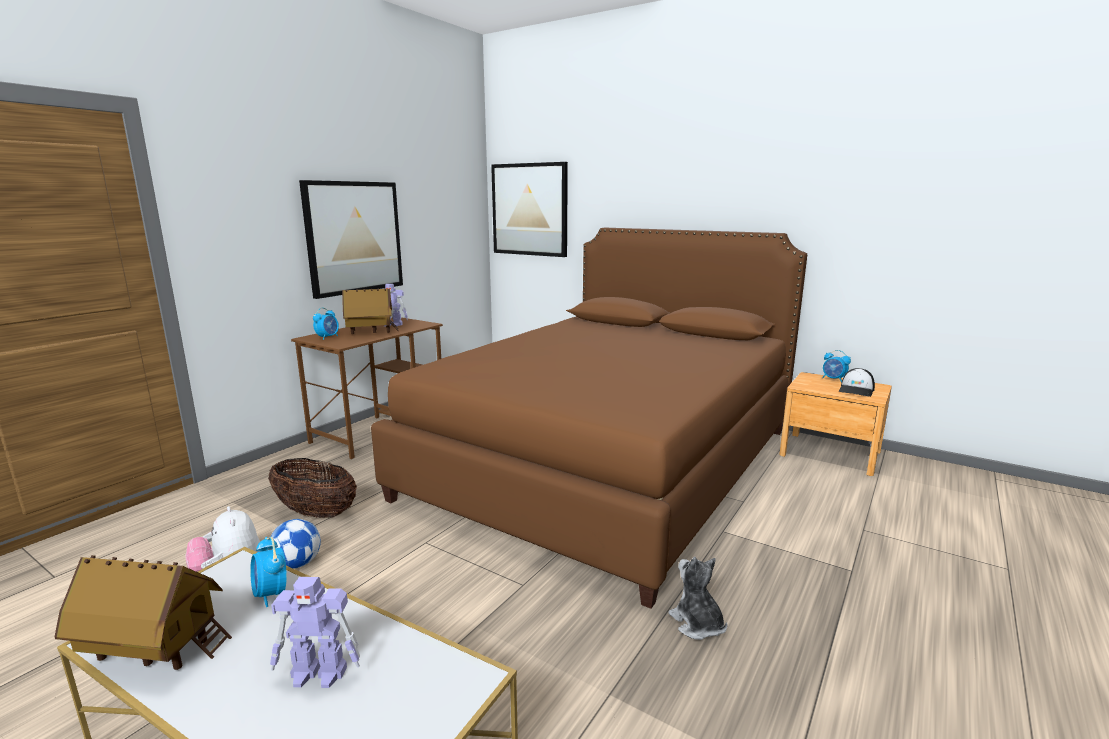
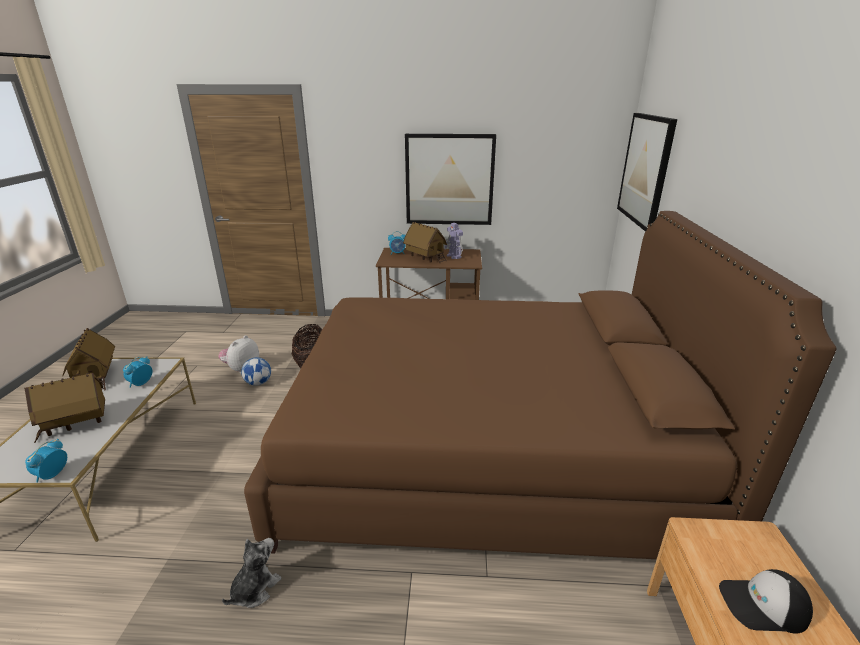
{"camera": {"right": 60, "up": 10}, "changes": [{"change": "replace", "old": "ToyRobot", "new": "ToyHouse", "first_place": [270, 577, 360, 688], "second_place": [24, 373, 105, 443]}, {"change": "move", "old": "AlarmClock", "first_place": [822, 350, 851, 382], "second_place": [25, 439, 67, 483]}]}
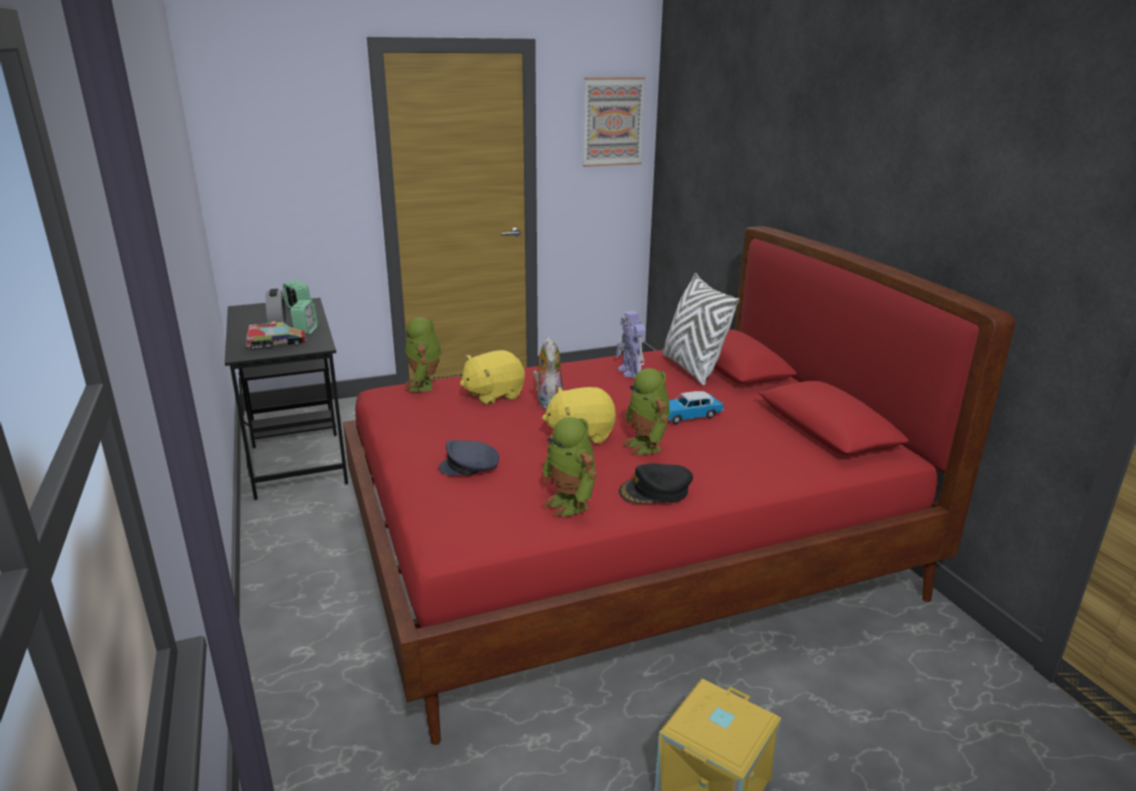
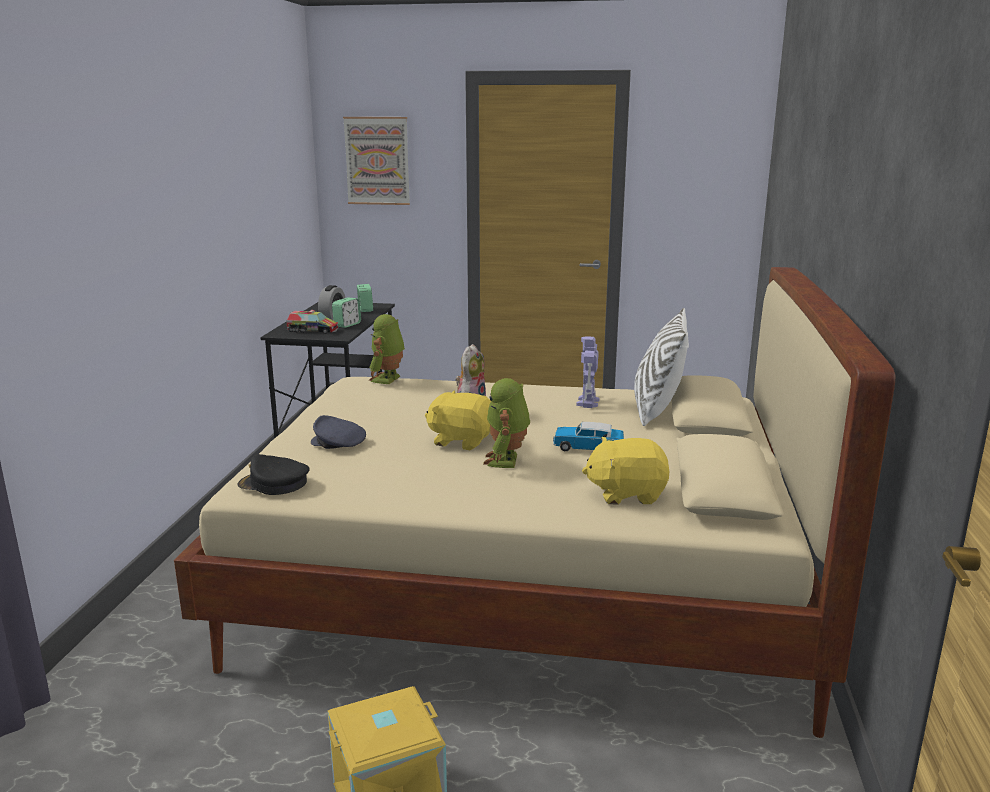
{"camera": {"right": 30, "up": -5}, "changes": [{"change": "recolor", "old": "RedBed", "new": "BeigeBed", "first_place": [343, 226, 1015, 745], "second_place": [174, 267, 896, 738]}, {"change": "move", "old": "BlackCap", "first_place": [619, 463, 693, 504], "second_place": [237, 454, 310, 495]}, {"change": "move", "old": "Picture", "first_place": [583, 77, 645, 167], "second_place": [343, 117, 410, 205]}, {"change": "move", "old": "YellowPlushToy", "first_place": [460, 350, 525, 405], "second_place": [582, 437, 669, 505]}, {"change": "delete", "old": "ToyRobot", "first_place": [542, 417, 597, 517]}]}
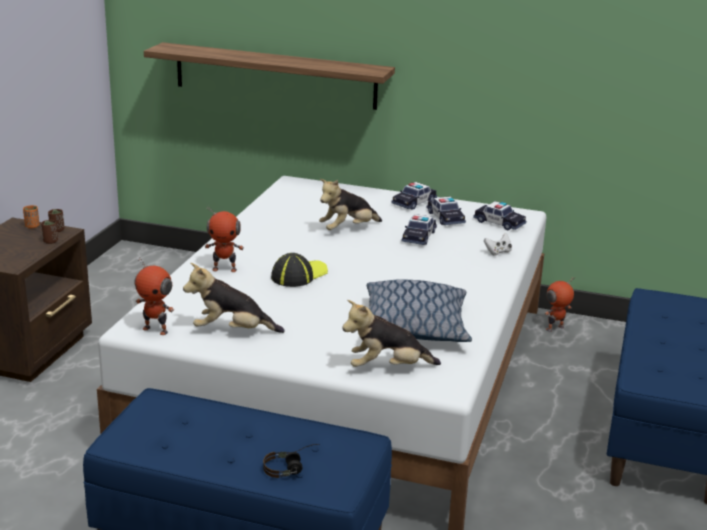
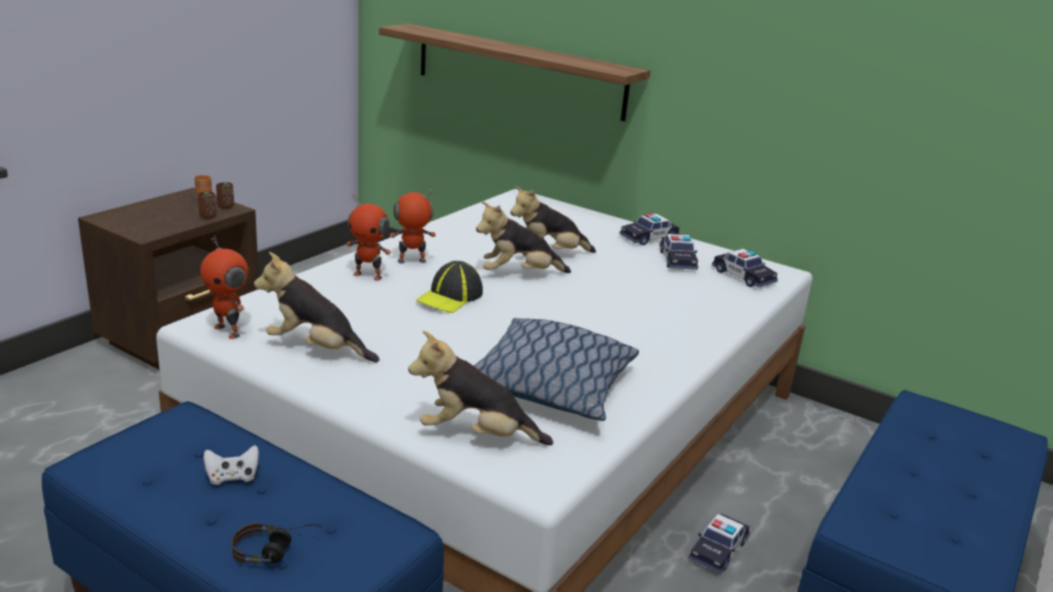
{"camera": {"right": 15, "up": 0}, "changes": [{"change": "move", "old": "WhiteGameController", "first_place": [484, 233, 512, 256], "second_place": [203, 445, 259, 485]}, {"change": "move", "old": "ToyRobot", "first_place": [545, 277, 575, 332], "second_place": [390, 189, 436, 263]}, {"change": "rotate", "old": "Cap", "first_place": [271, 253, 328, 287], "second_place": [416, 261, 483, 313], "degrees": 150}, {"change": "insert", "new": "PlushToy", "second_place": [476, 201, 571, 273]}, {"change": "move", "old": "ToyCar", "first_place": [401, 214, 437, 245], "second_place": [688, 514, 750, 574]}]}
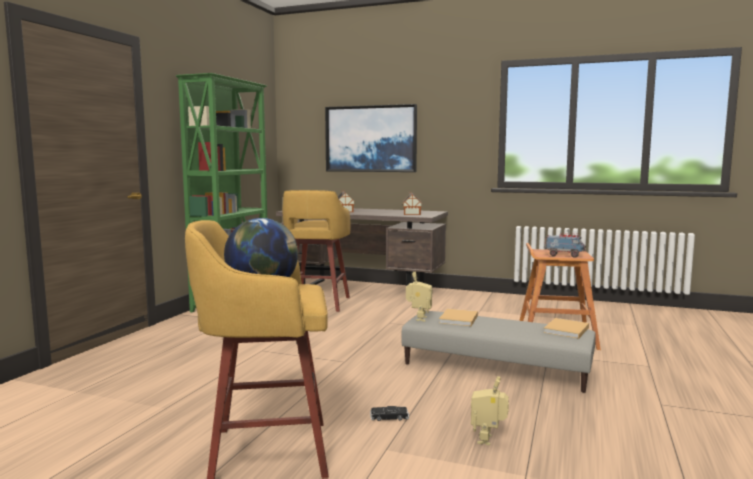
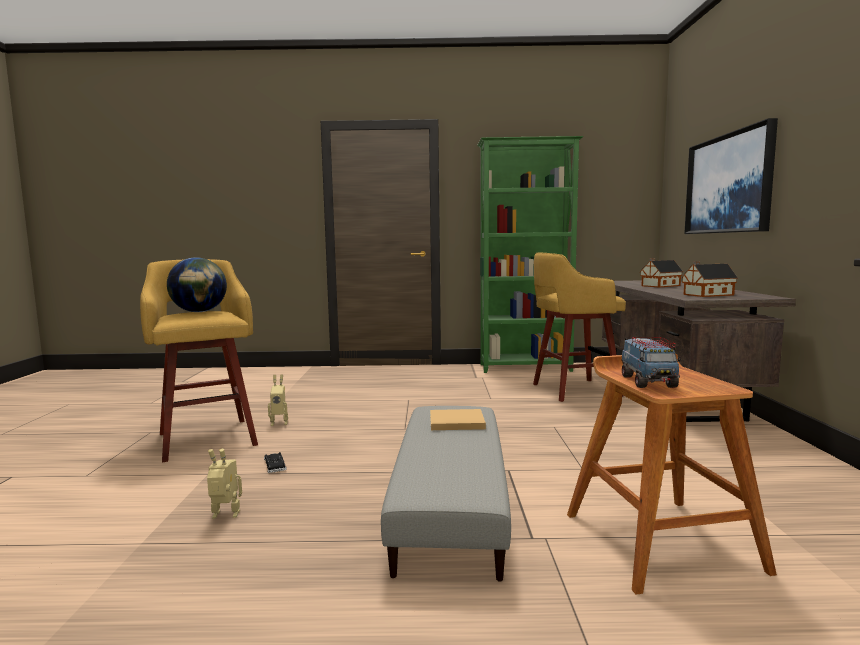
{"camera": {"right": 70, "up": 0}, "changes": [{"change": "move", "old": "ToyRobot", "first_place": [406, 271, 432, 321], "second_place": [268, 374, 288, 426]}, {"change": "delete", "old": "BeigeBook", "first_place": [543, 318, 589, 339]}]}
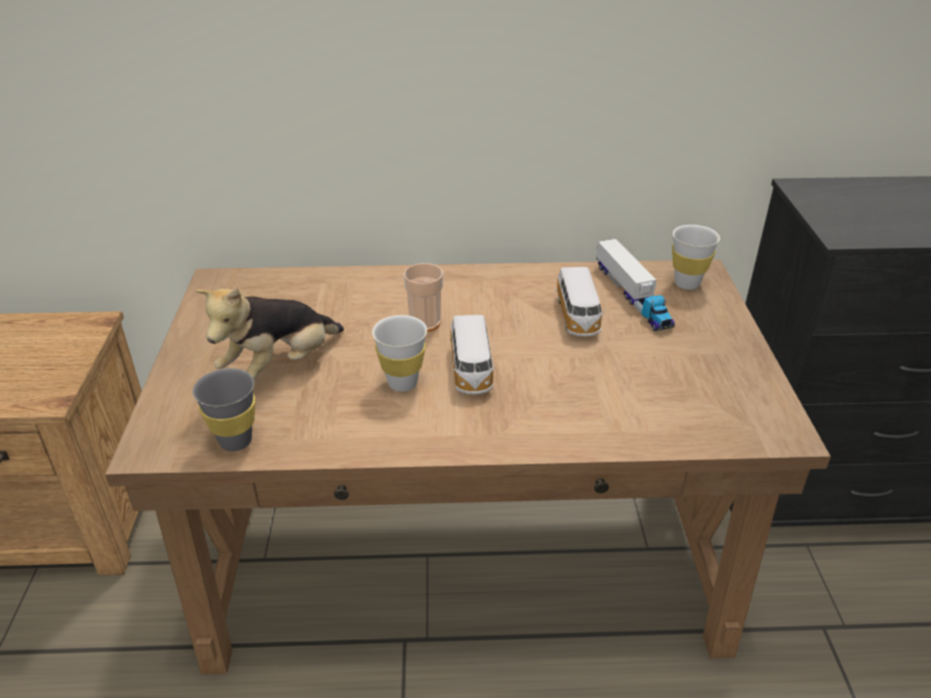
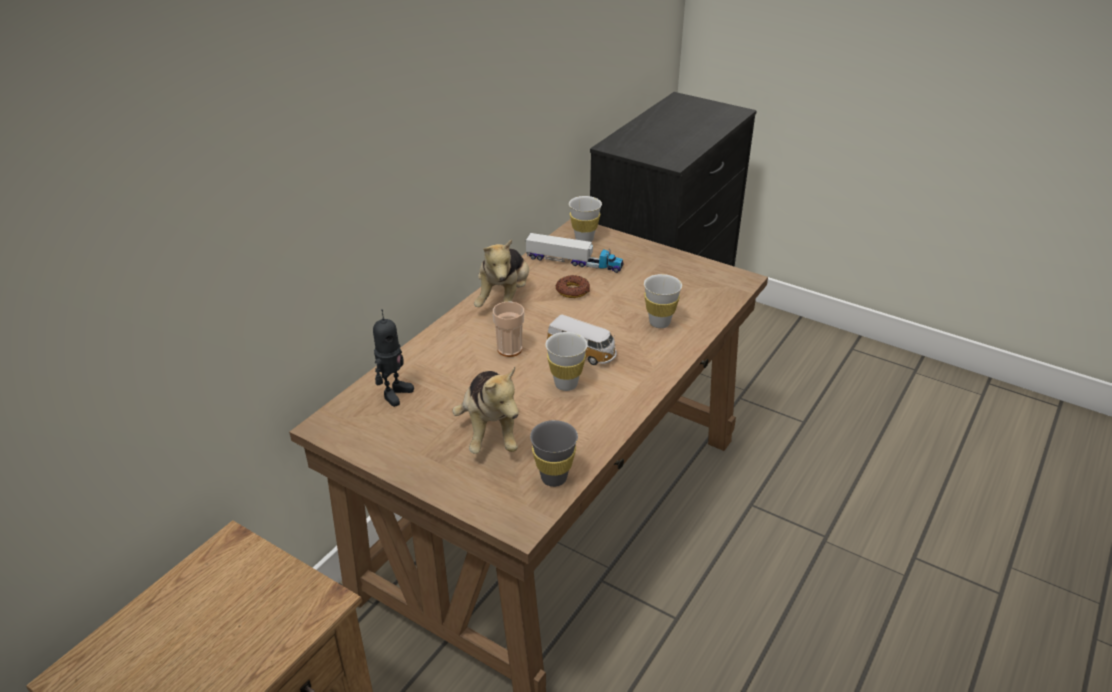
{"camera": {"right": -55, "up": 0}, "changes": [{"change": "insert", "new": "ToyRobot", "second_place": [373, 309, 414, 407]}, {"change": "insert", "new": "PlushToy", "second_place": [474, 239, 529, 307]}, {"change": "replace", "old": "ToyCar", "new": "Donut", "first_place": [556, 267, 605, 337], "second_place": [556, 275, 590, 298]}, {"change": "insert", "new": "WhiteCup", "second_place": [644, 274, 682, 328]}]}
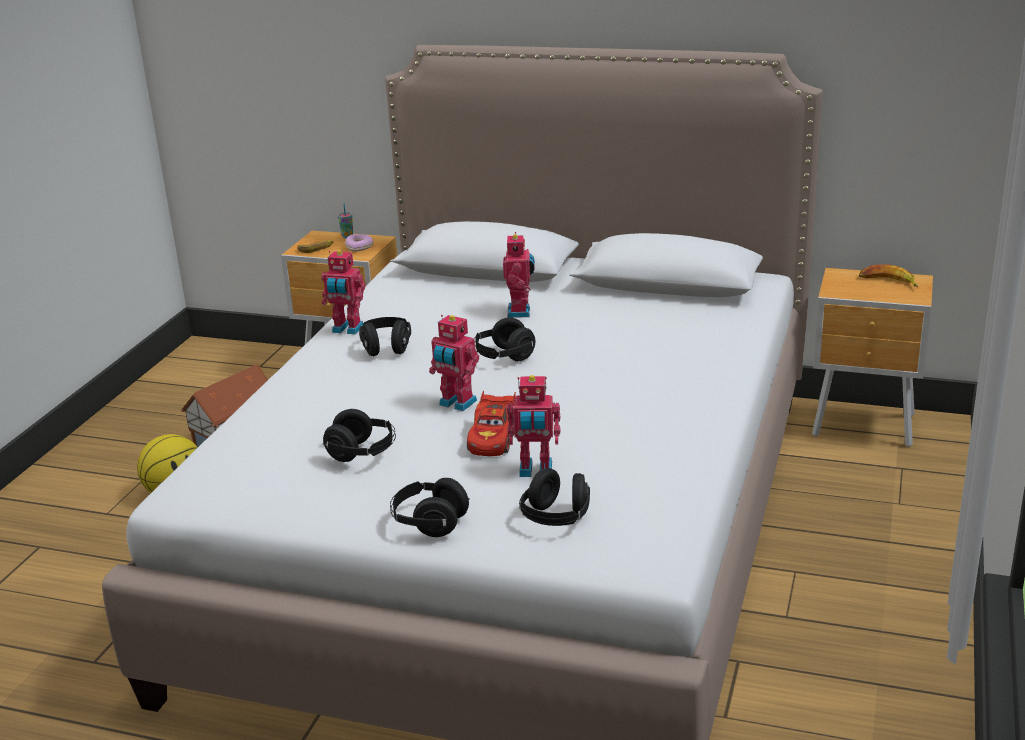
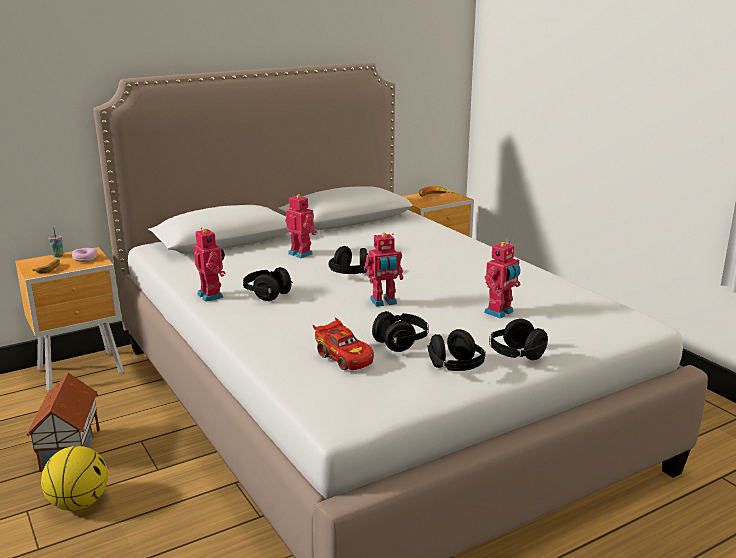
{"camera": {"right": -50, "up": -5}, "changes": [{"change": "rotate", "old": "ToyRobot", "first_place": [321, 250, 365, 335], "second_place": [193, 227, 225, 302], "degrees": -90}, {"change": "move", "old": "RedToyCar", "first_place": [467, 391, 516, 456], "second_place": [313, 318, 374, 370]}, {"change": "move", "old": "BlackHeadphones", "first_place": [519, 468, 590, 526], "second_place": [427, 329, 486, 371]}]}
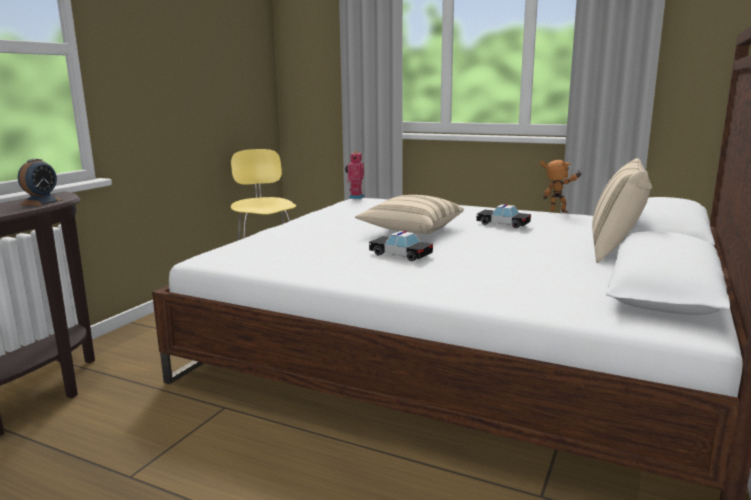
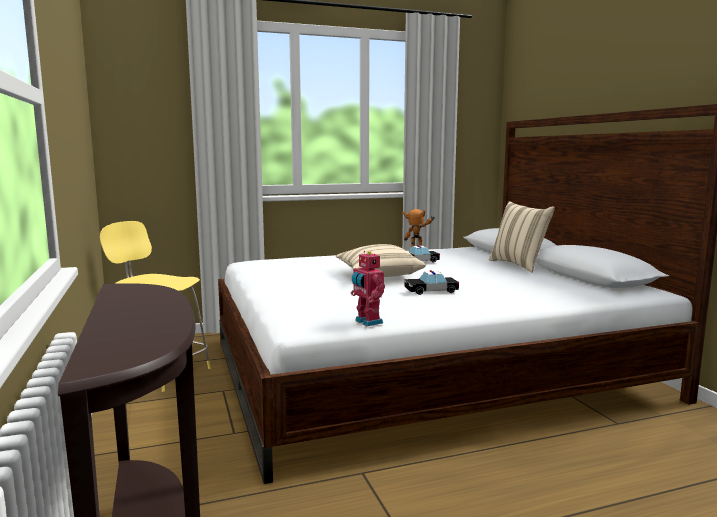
{"camera": {"right": -45, "up": -5}, "changes": [{"change": "move", "old": "ToyRobot", "first_place": [345, 151, 364, 199], "second_place": [351, 251, 385, 326]}, {"change": "delete", "old": "AlarmClock", "first_place": [18, 159, 63, 206]}]}
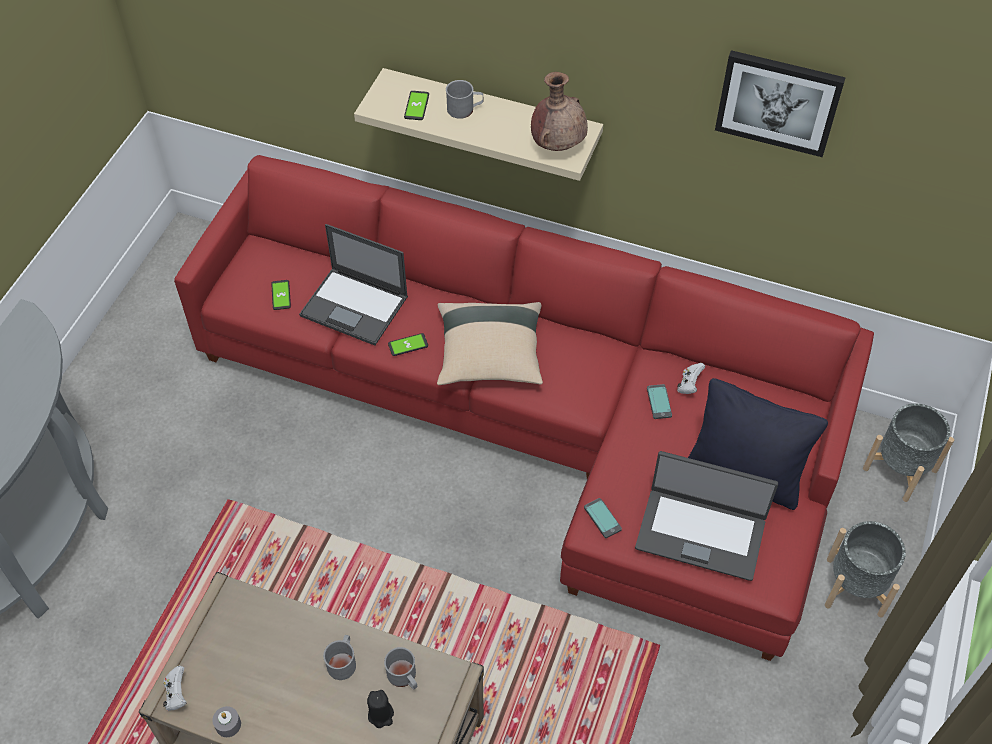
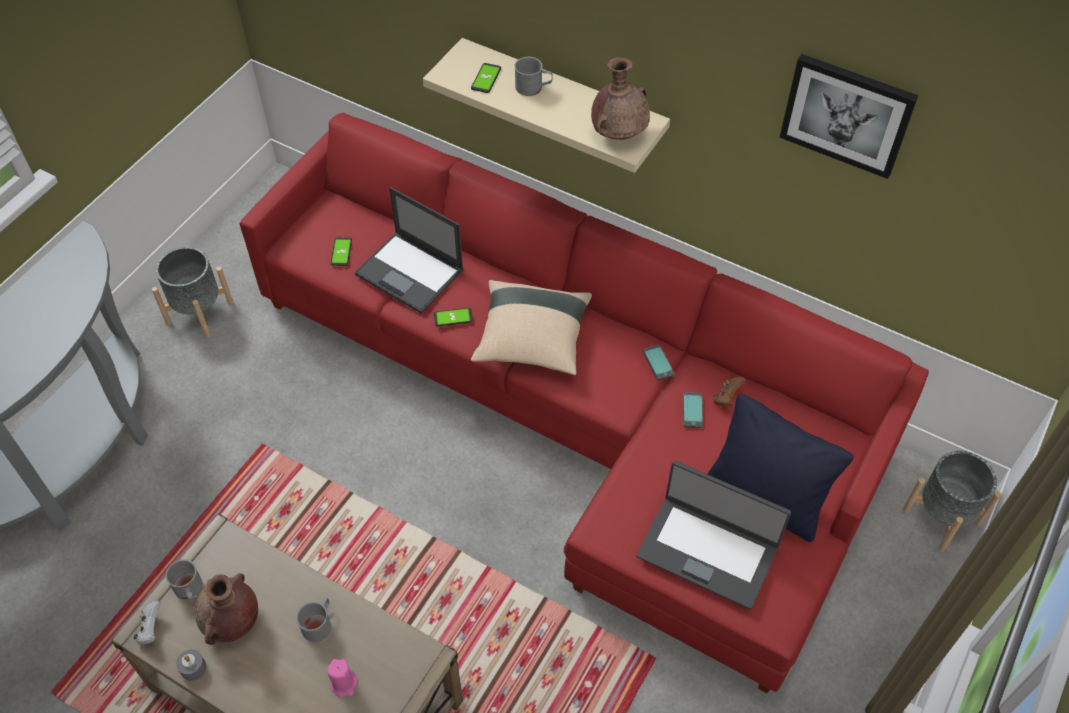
{"camera": {"right": 10, "up": 0}, "changes": [{"change": "move", "old": "GreyPlanter", "first_place": [825, 521, 906, 618], "second_place": [152, 247, 233, 338]}, {"change": "move", "old": "GreyMug", "first_place": [384, 647, 417, 690], "second_place": [165, 559, 202, 603]}, {"change": "insert", "new": "BrownVase", "second_place": [194, 573, 258, 645]}, {"change": "recolor", "old": "BlackCandle", "new": "PinkCandle", "first_place": [367, 690, 394, 728], "second_place": [327, 659, 357, 698]}, {"change": "move", "old": "Phone", "first_place": [584, 498, 622, 538], "second_place": [643, 345, 675, 380]}, {"change": "recolor", "old": "WhiteGameController", "new": "BrownGameController", "first_place": [677, 363, 705, 394], "second_place": [713, 377, 746, 407]}]}
